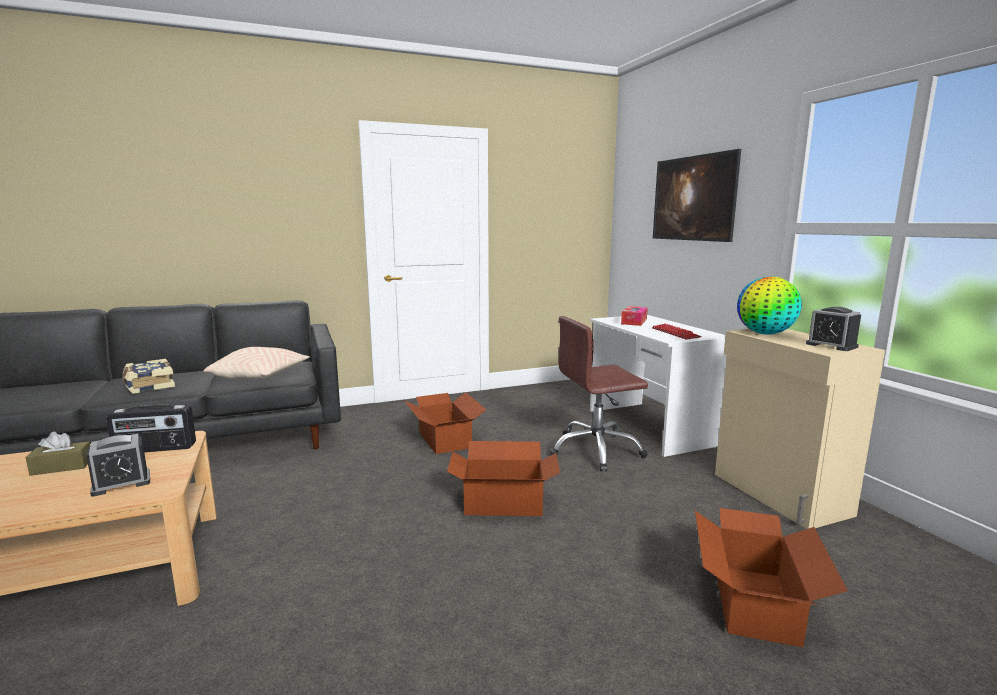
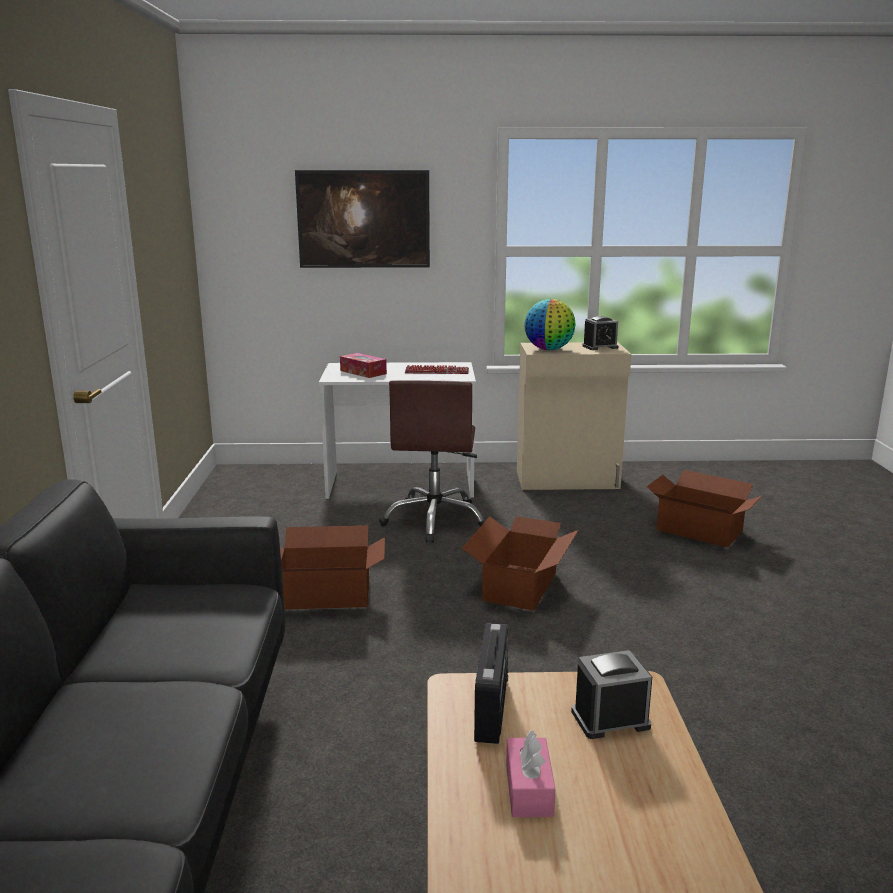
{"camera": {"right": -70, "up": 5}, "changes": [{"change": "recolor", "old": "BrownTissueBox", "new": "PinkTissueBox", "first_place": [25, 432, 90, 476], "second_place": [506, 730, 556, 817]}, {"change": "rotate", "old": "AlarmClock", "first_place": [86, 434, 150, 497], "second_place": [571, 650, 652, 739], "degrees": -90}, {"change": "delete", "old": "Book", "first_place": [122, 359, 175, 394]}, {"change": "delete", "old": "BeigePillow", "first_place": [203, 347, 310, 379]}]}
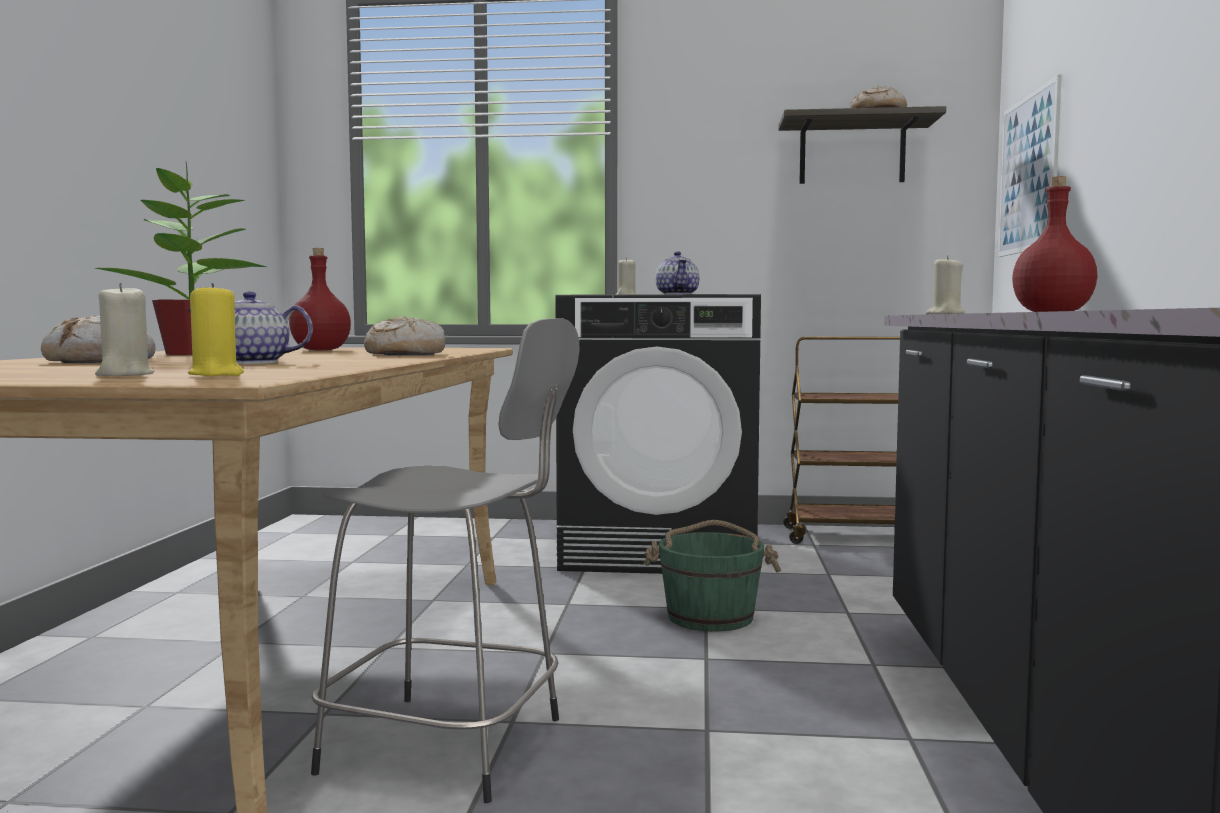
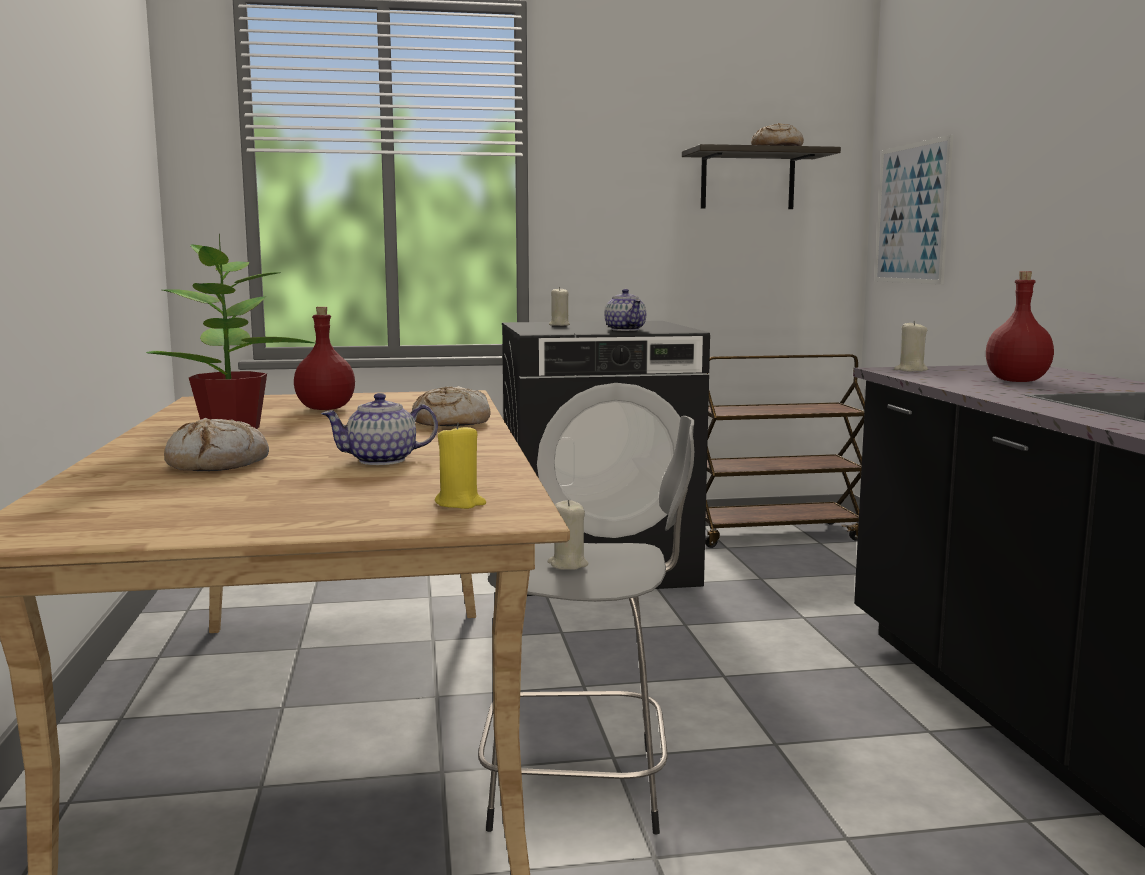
{"camera": {"right": -15, "up": 5}, "changes": [{"change": "move", "old": "BeigeCandle", "first_place": [95, 283, 154, 376], "second_place": [547, 500, 588, 570]}, {"change": "delete", "old": "GreenBucket", "first_place": [644, 520, 781, 631]}]}
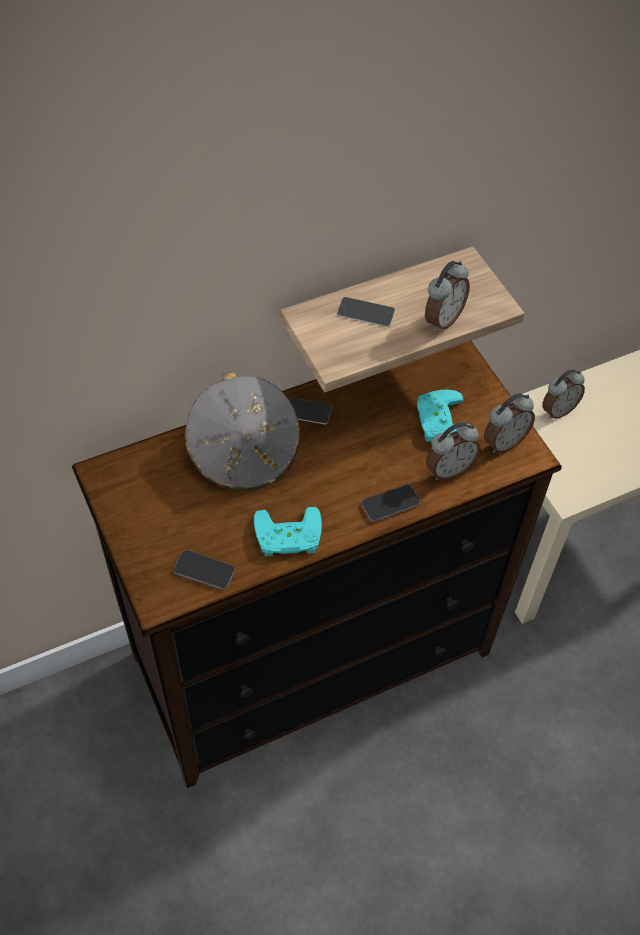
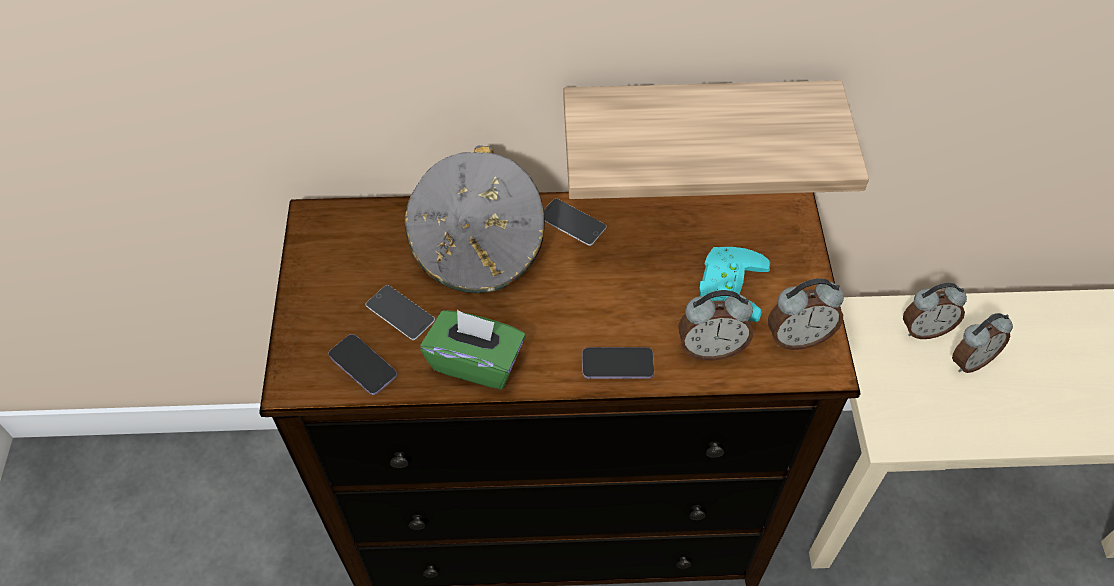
{"camera": {"right": 25, "up": 0}, "changes": [{"change": "move", "old": "Phone", "first_place": [337, 297, 395, 327], "second_place": [365, 285, 435, 340]}, {"change": "replace", "old": "TurquoiseGameController", "new": "GreenTissueBox", "first_place": [254, 507, 322, 556], "second_place": [420, 310, 526, 389]}, {"change": "move", "old": "AlarmClock", "first_place": [425, 261, 470, 332], "second_place": [952, 313, 1013, 373]}]}
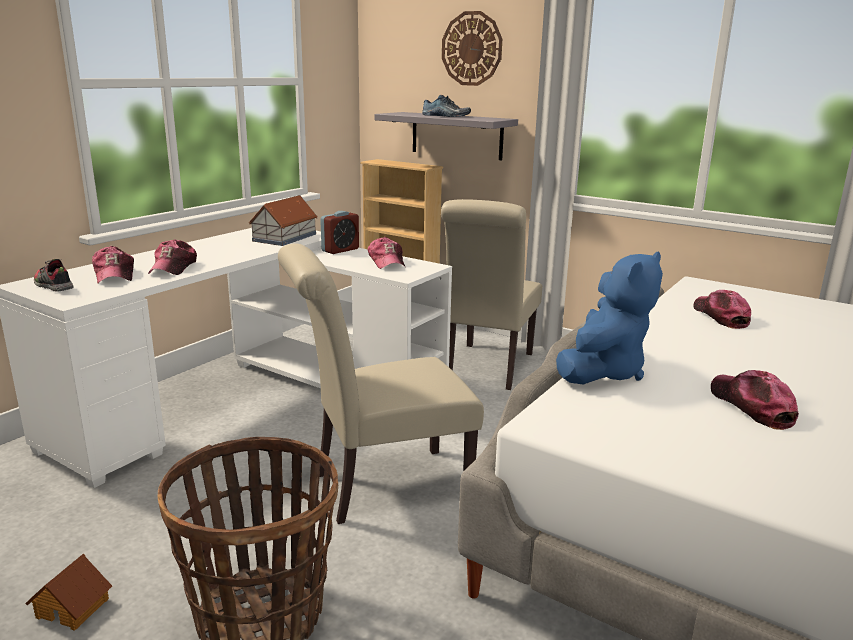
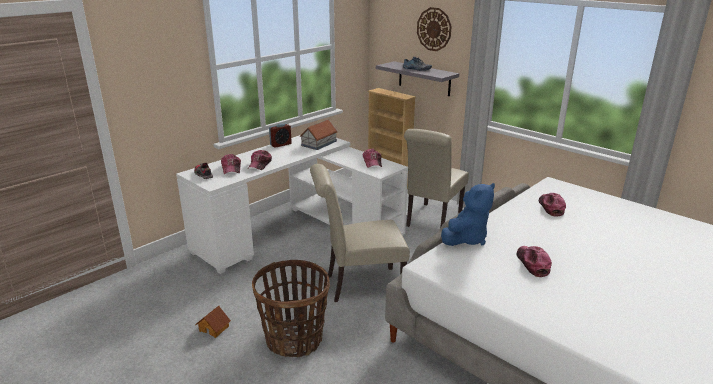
{"camera": {"right": 10, "up": 5}, "changes": [{"change": "move", "old": "AlarmClock", "first_place": [320, 211, 359, 254], "second_place": [269, 123, 292, 148]}]}
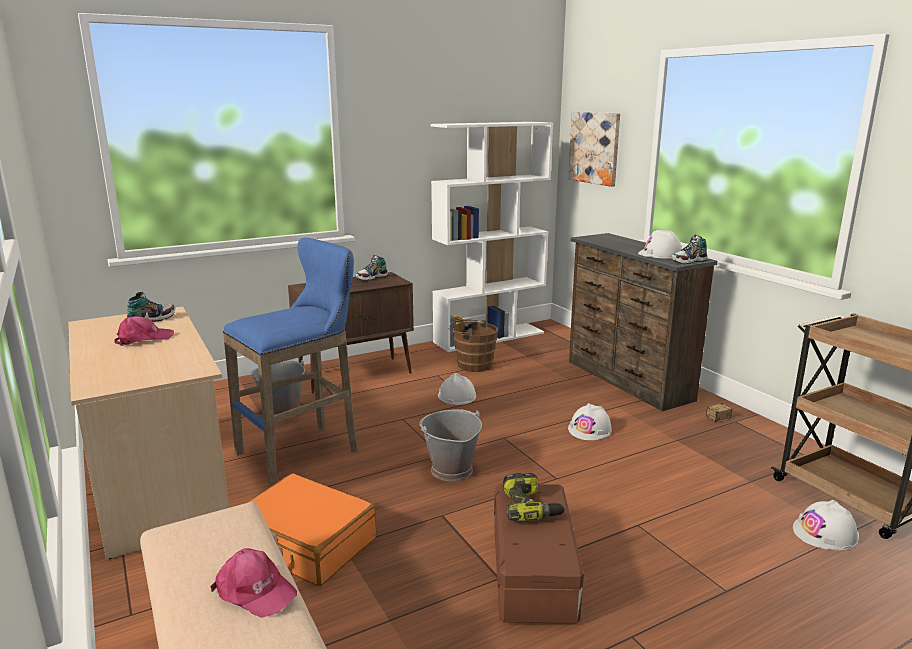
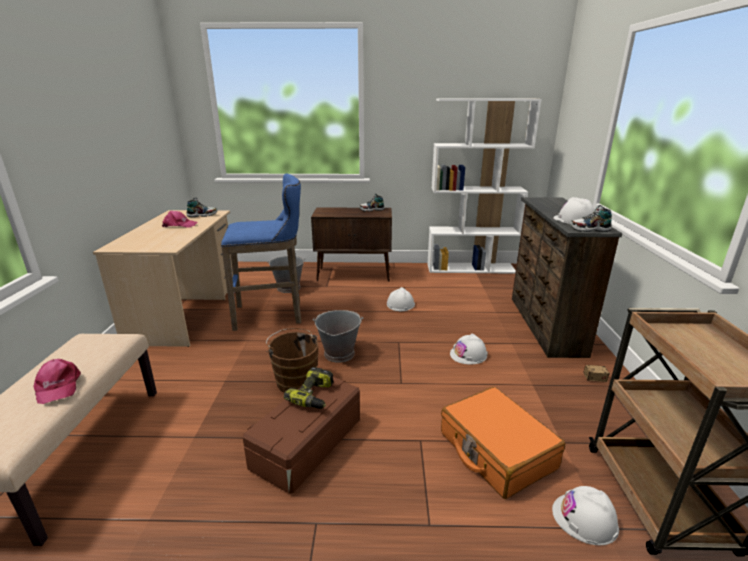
{"camera": {"right": 30, "up": 5}, "changes": [{"change": "move", "old": "BrownBucket", "first_place": [448, 320, 498, 372], "second_place": [266, 328, 319, 393]}, {"change": "move", "old": "OrangeSuitcase", "first_place": [246, 473, 377, 586], "second_place": [441, 387, 565, 499]}, {"change": "delete", "old": "Picture", "first_place": [568, 112, 620, 187]}]}
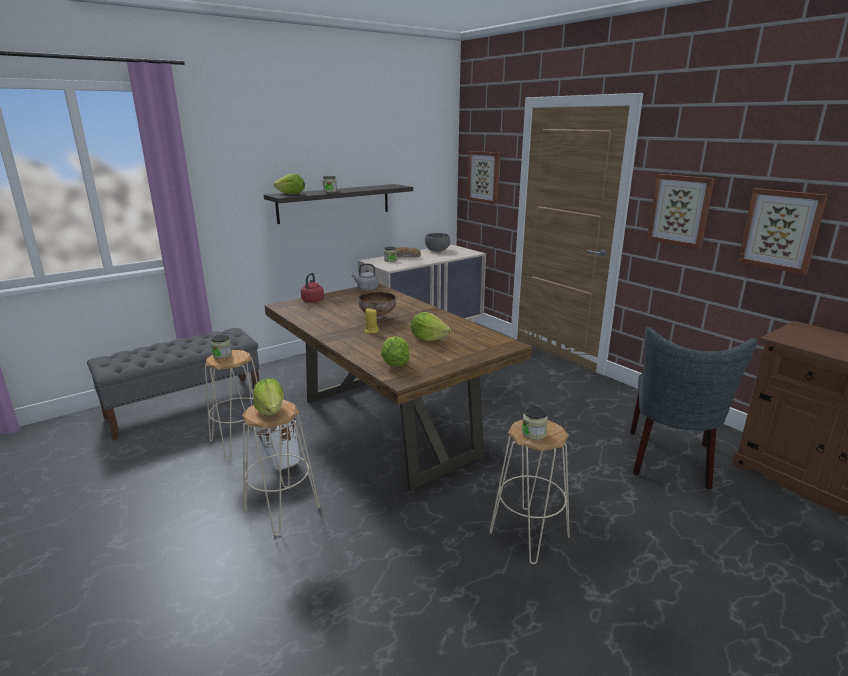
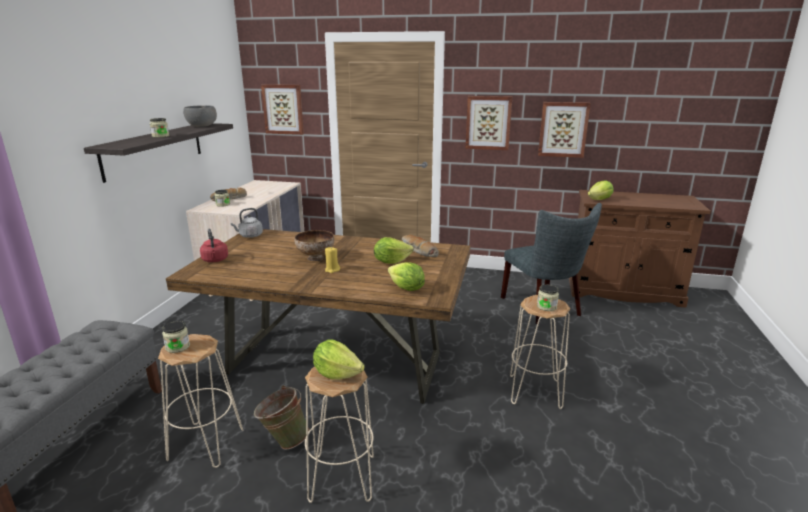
{"camera": {"right": -40, "up": 0}, "changes": [{"change": "move", "old": "GreyBowl", "first_place": [425, 233, 450, 252], "second_place": [183, 105, 217, 127]}, {"change": "recolor", "old": "WhiteBucket", "new": "GreenBucket", "first_place": [256, 418, 301, 471], "second_place": [254, 385, 310, 450]}, {"change": "insert", "new": "Bread", "second_place": [402, 235, 439, 258]}, {"change": "move", "old": "Lettuce", "first_place": [274, 174, 305, 194], "second_place": [588, 180, 614, 200]}]}
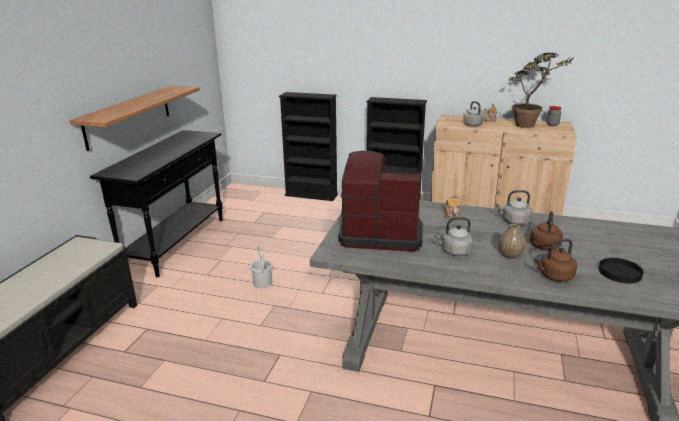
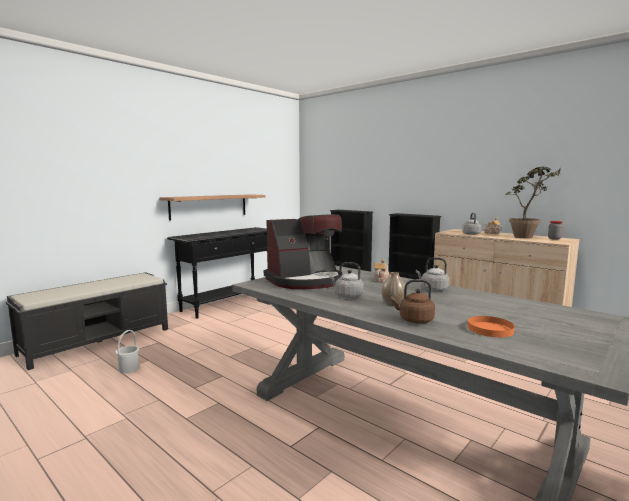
{"camera": {"right": 25, "up": -15}, "changes": [{"change": "move", "old": "WhiteBucket", "first_place": [250, 246, 273, 288], "second_place": [115, 330, 140, 373]}, {"change": "rotate", "old": "CoffeeMachine", "first_place": [338, 151, 423, 252], "second_place": [264, 214, 343, 289], "degrees": 120}, {"change": "recolor", "old": "BlackPlate", "new": "OrangePlate", "first_place": [599, 258, 643, 283], "second_place": [468, 316, 515, 337]}, {"change": "delete", "old": "BrownKettle", "first_place": [530, 211, 563, 250]}]}
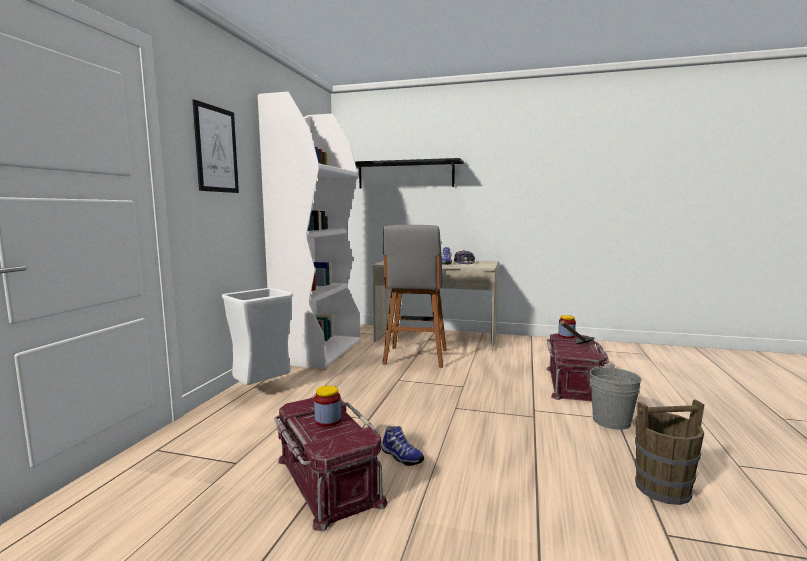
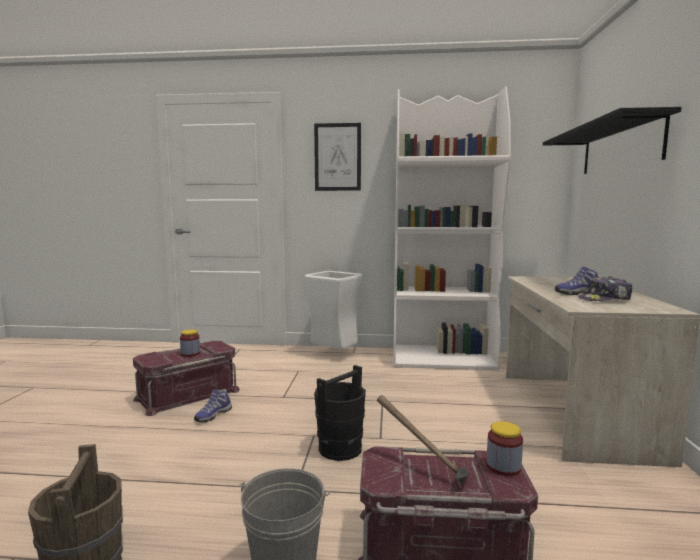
{"camera": {"right": 80, "up": 0}, "changes": [{"change": "insert", "new": "BlackBucket", "second_place": [314, 365, 366, 461]}, {"change": "delete", "old": "GreyStool", "first_place": [382, 225, 447, 368]}]}
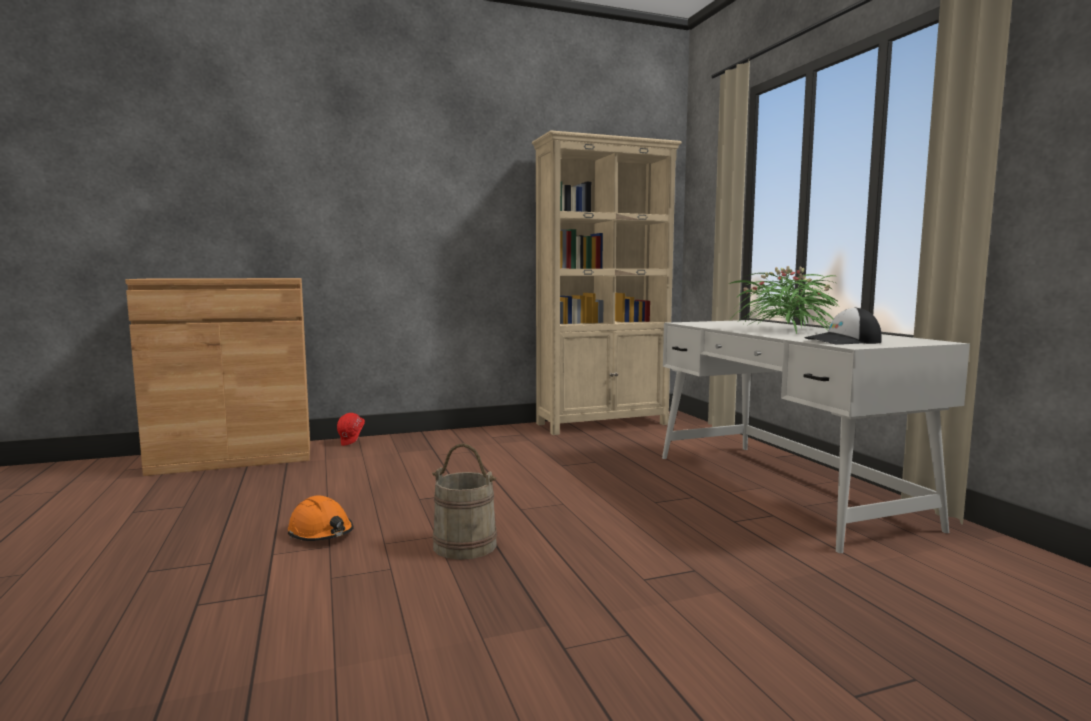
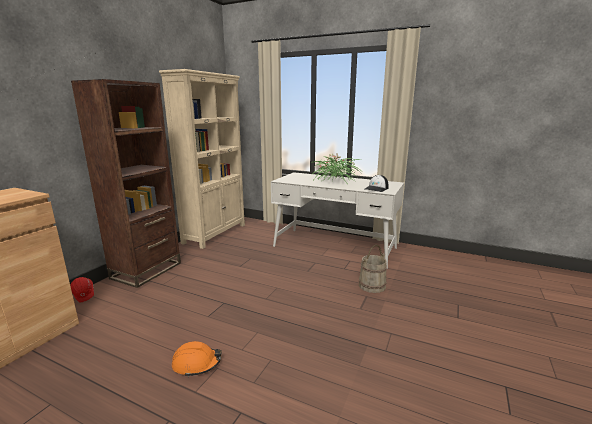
{"camera": {"right": -45, "up": 10}, "changes": [{"change": "insert", "new": "BrownBookcase", "second_place": [71, 79, 181, 288]}, {"change": "move", "old": "BeigeBucket", "first_place": [432, 443, 497, 560], "second_place": [359, 245, 387, 293]}]}
